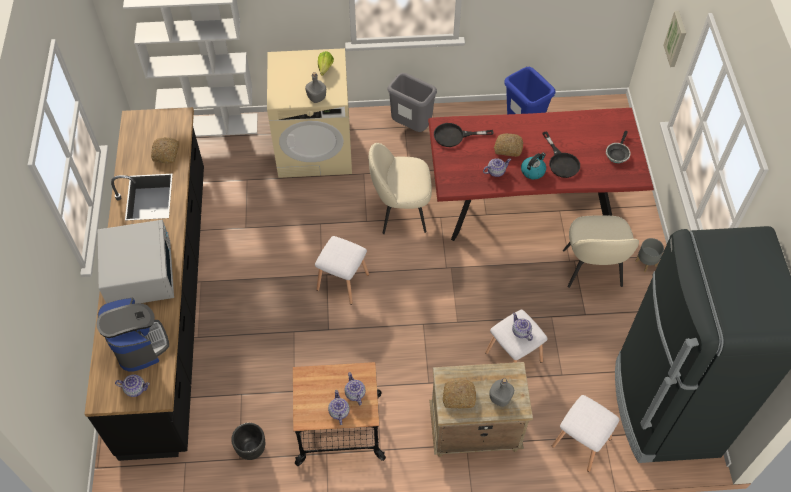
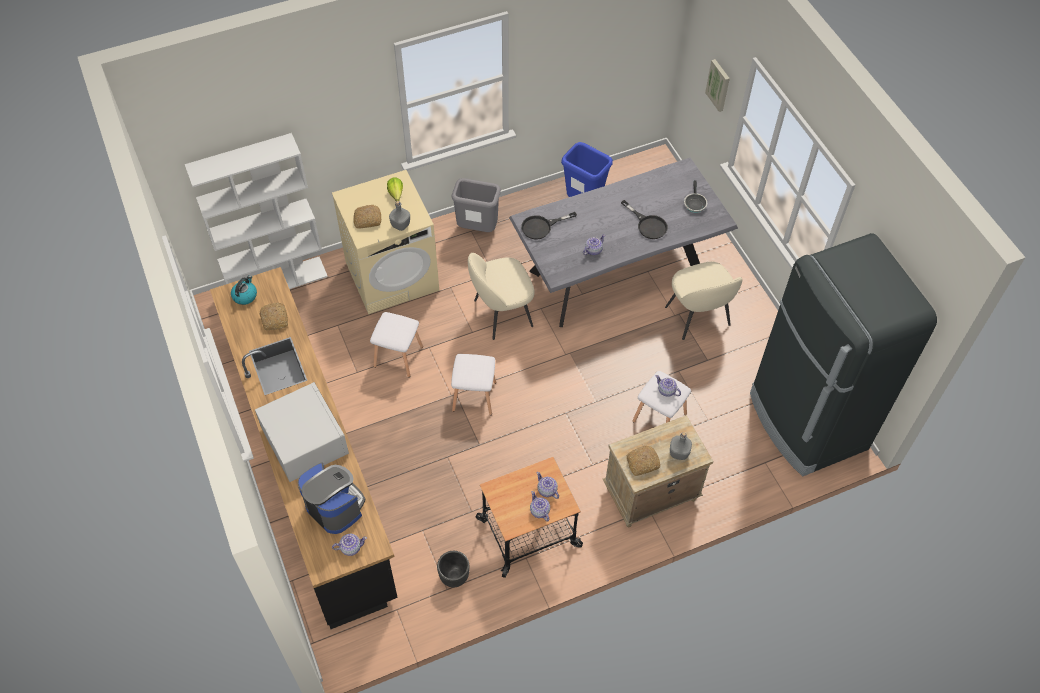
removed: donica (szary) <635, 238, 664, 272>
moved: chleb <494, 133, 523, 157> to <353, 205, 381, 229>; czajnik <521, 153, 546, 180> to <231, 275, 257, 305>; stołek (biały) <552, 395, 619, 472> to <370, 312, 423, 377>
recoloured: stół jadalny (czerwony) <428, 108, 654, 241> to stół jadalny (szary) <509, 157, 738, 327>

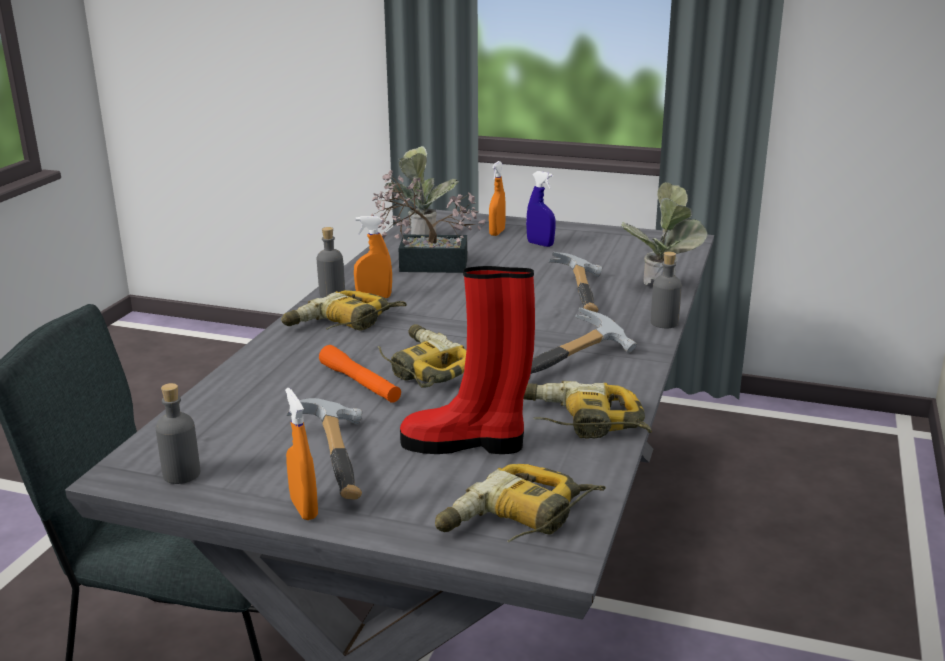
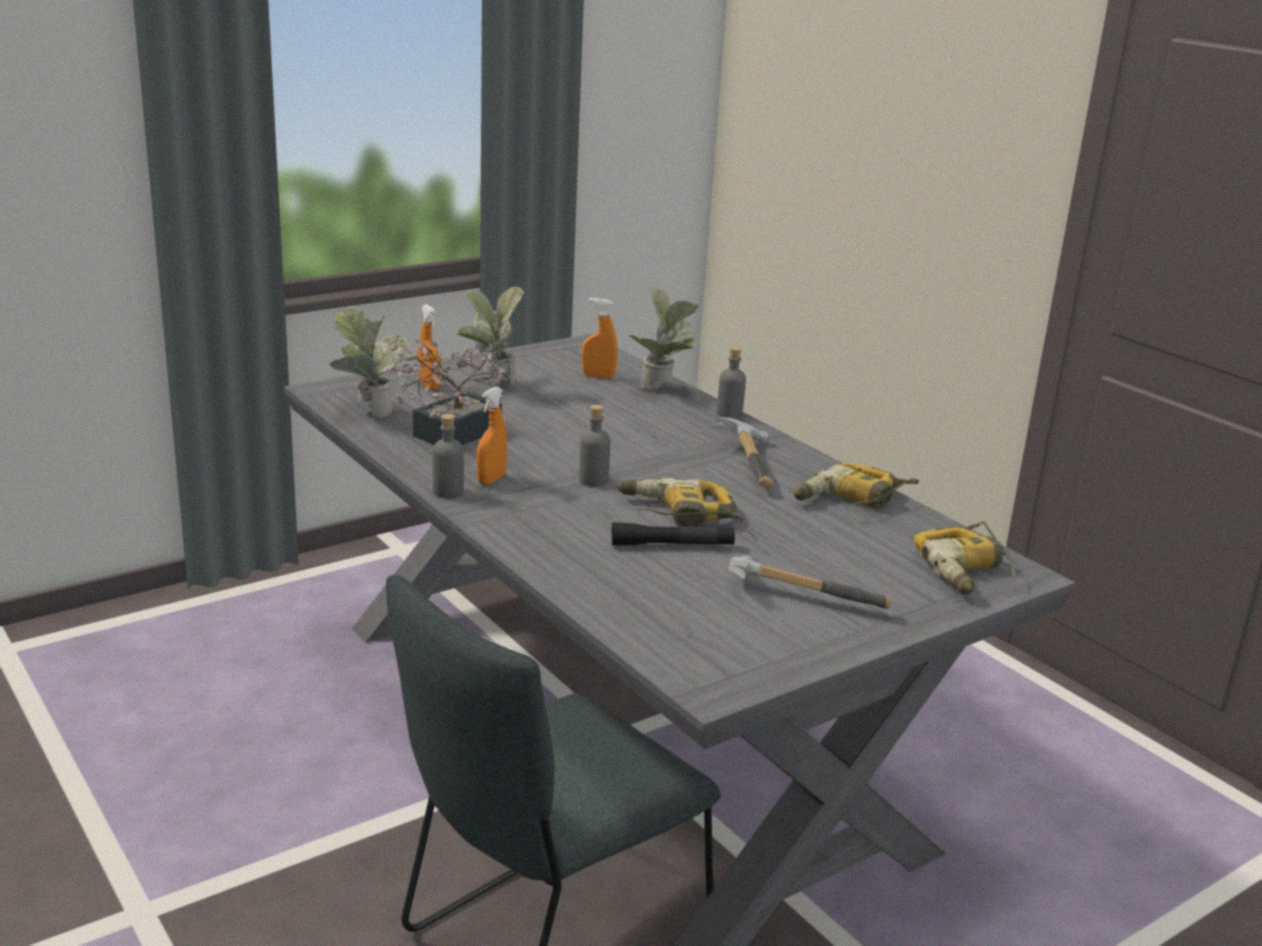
removed: wiertarka <281, 290, 407, 331>; but z cholewką (czerwony) <400, 266, 535, 454>; młotek <549, 252, 602, 312>
moved: butelka (szary) <156, 383, 200, 484> to <579, 405, 610, 487>; spryskiwacz (pomarańczowy) <285, 388, 318, 520> to <582, 298, 617, 379>
replaced: spryskiwacz (niebieski) <526, 171, 555, 247> to roślina doniczkowa <456, 286, 524, 386>
recoloured: latarka (pomarańczowy) <319, 345, 401, 403> to latarka (czarny) <611, 522, 735, 545>

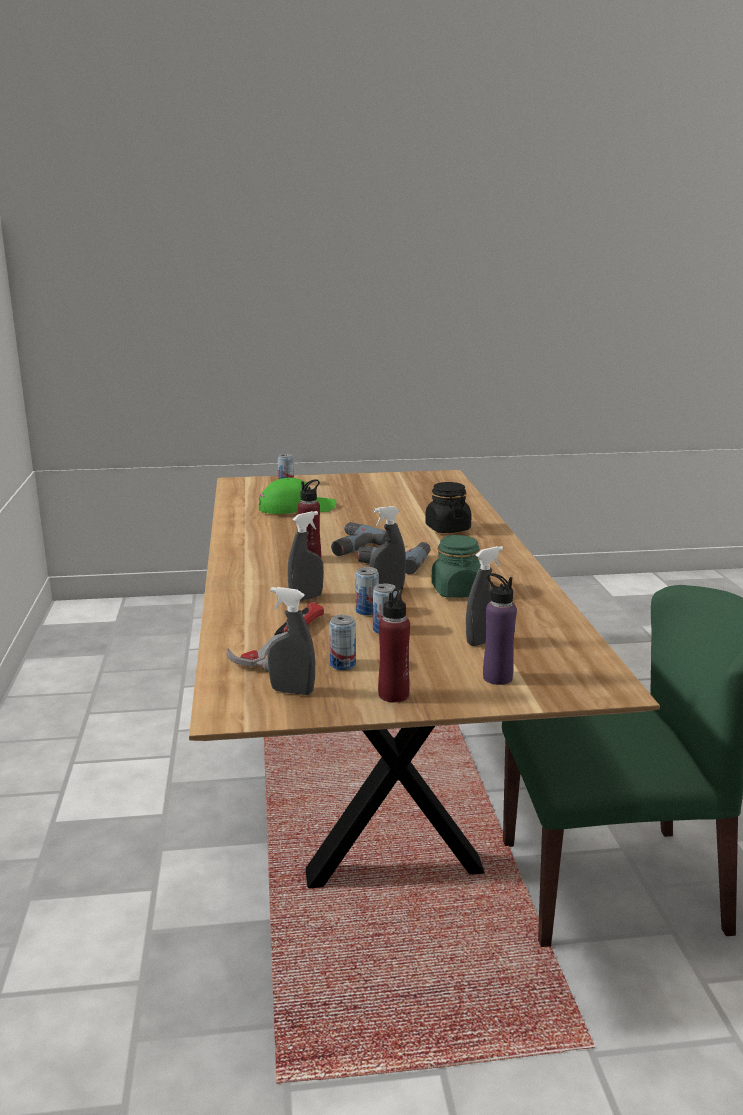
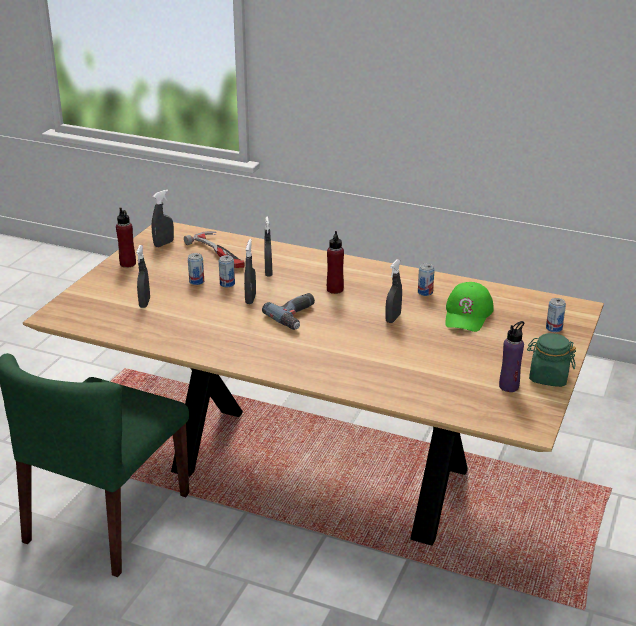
removed: wiertarka <331, 522, 386, 556>; słoik (czarny) <425, 482, 471, 533>
added: spryskiwacz (szary) <385, 259, 402, 323>
moved: puszka <329, 615, 356, 670> to <418, 263, 435, 296>; słoik (zielony) <431, 535, 481, 598> to <527, 333, 576, 387>; butelka (fioletowy) <483, 573, 517, 685> to <499, 321, 524, 392>

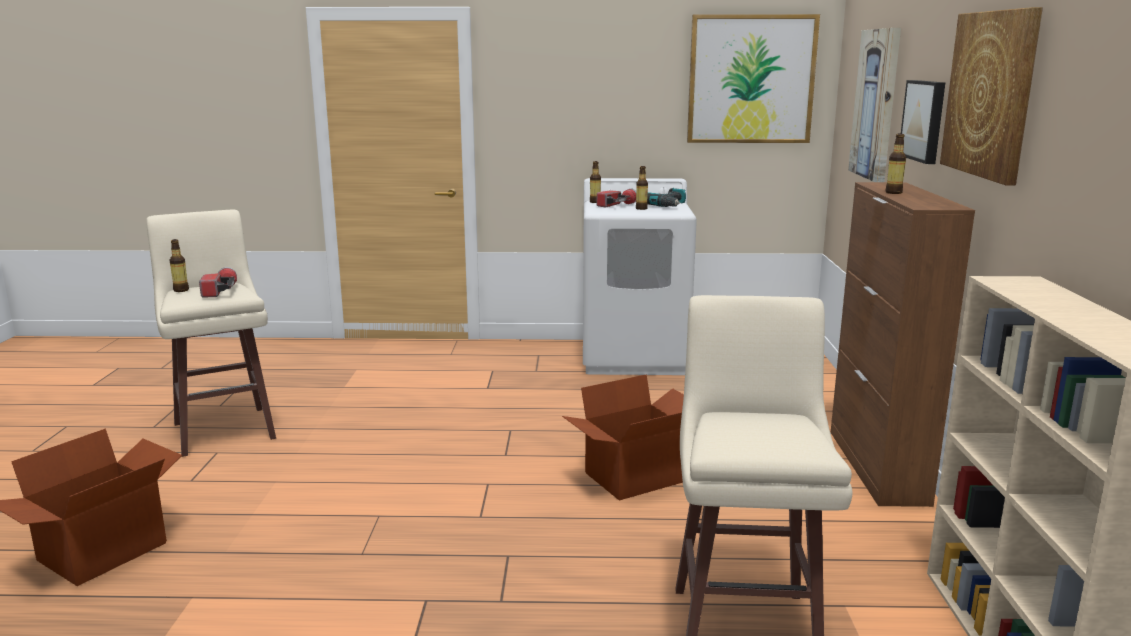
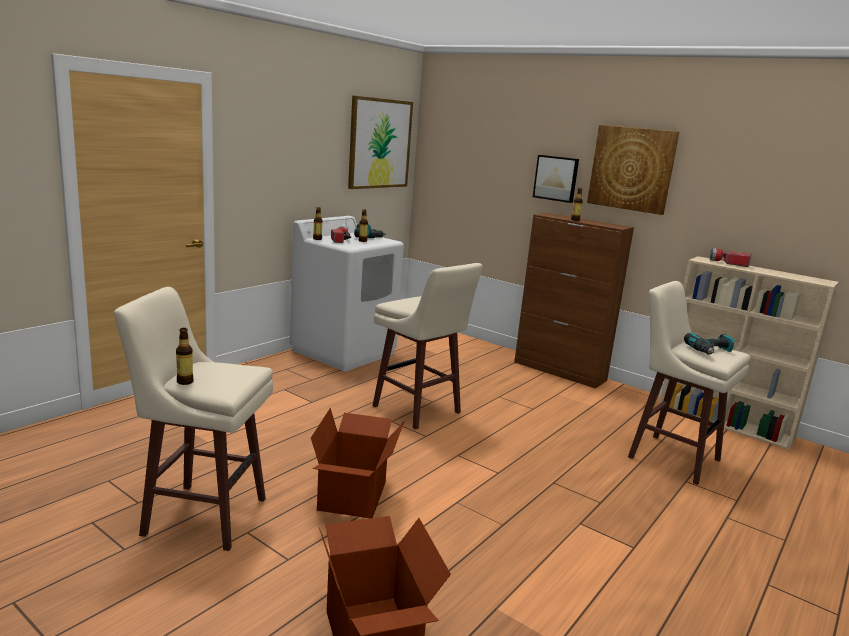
removed: obraz <848, 28, 901, 182>
added: stołek (beżowy) <372, 263, 483, 429>; wiertarka <684, 333, 735, 355>
moved: latarka <199, 267, 237, 298> to <710, 248, 751, 267>; karton <562, 374, 684, 500> to <311, 408, 405, 518>

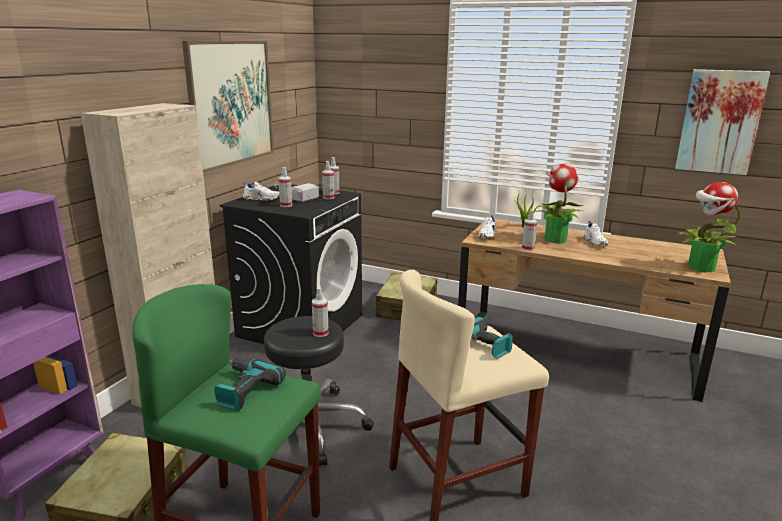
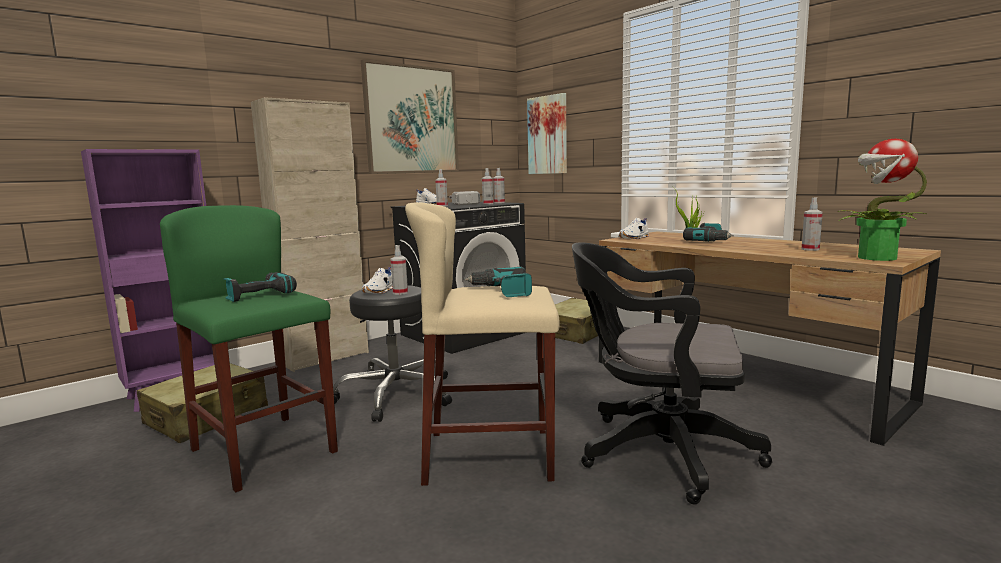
added: krzesło biurowe (czarny) <572, 243, 772, 505>
moved: spryskiwacz <522, 210, 537, 251> to <802, 197, 823, 251>; but (biały) <583, 221, 608, 246> to <362, 267, 392, 293>; obraz <675, 69, 770, 175> to <527, 93, 567, 174>
replaced: roślina doniczkowa <536, 164, 583, 243> to wiertarka <683, 223, 734, 242>

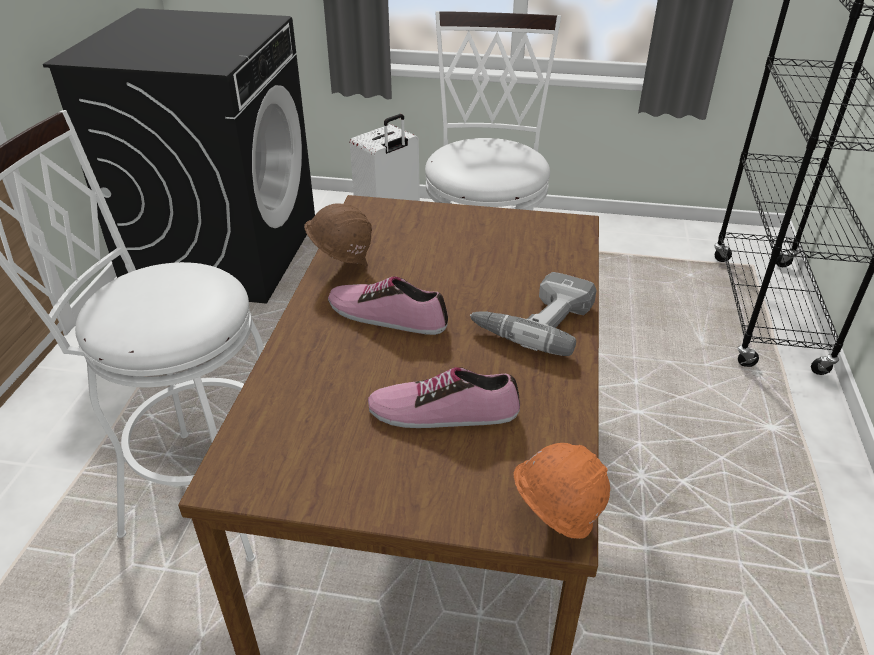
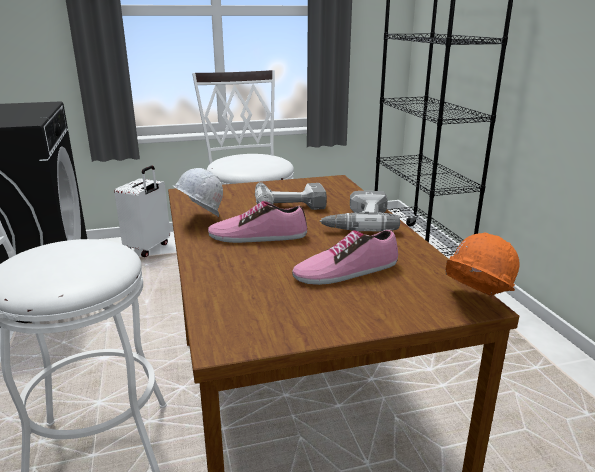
added: wiertarka <255, 182, 327, 210>
recoloured: kask (brązowy) <304, 203, 372, 266> to kask (biały) <173, 168, 223, 217>

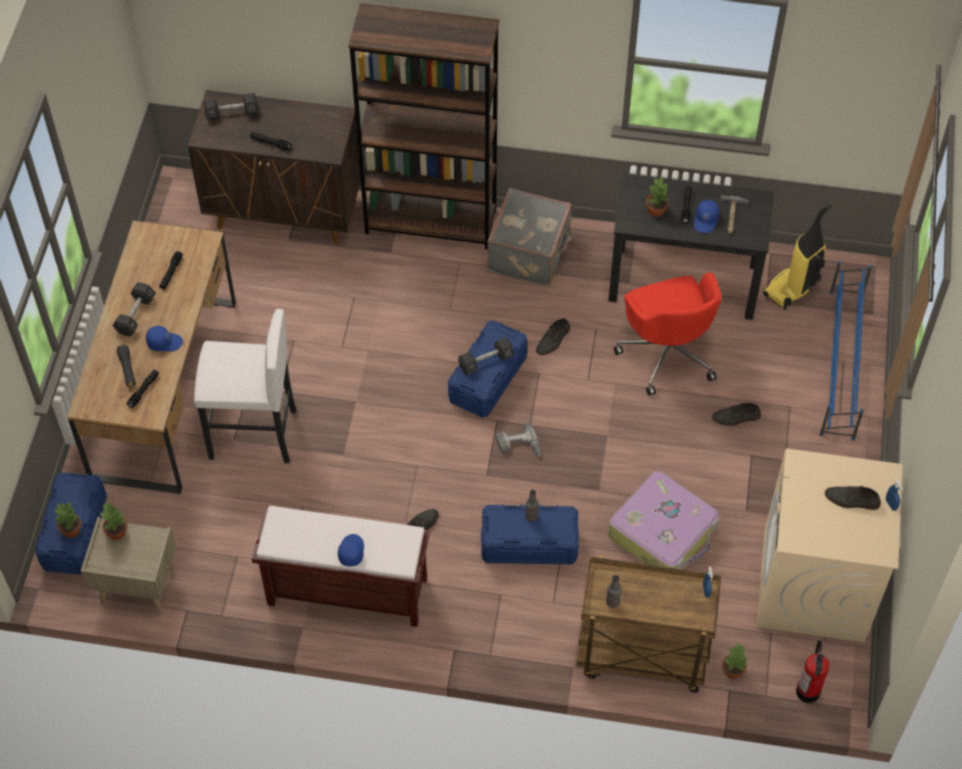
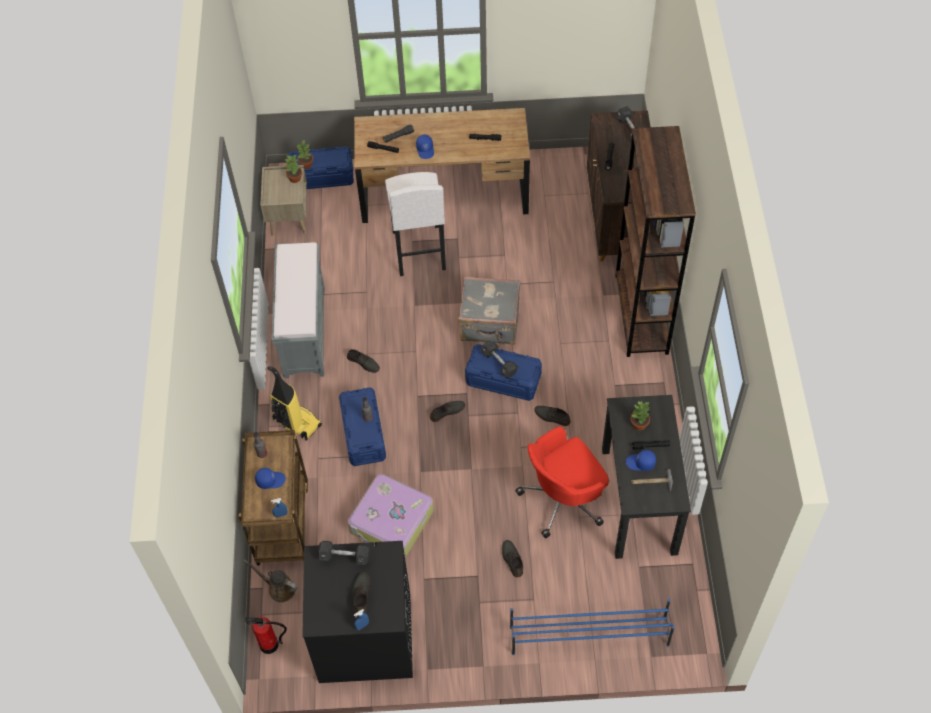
moved: hantel (czarny) <112, 282, 156, 337> to <318, 541, 370, 565>; czapka z daszkiem (niebieski) <338, 534, 364, 567> to <255, 468, 286, 489>; walizka (szary) <487, 188, 572, 286> to <458, 277, 520, 345>; odkurzacz <763, 204, 832, 310> to <267, 366, 322, 441>
replaced: wiertarka <495, 422, 541, 456> to but (szary) <430, 401, 465, 422>; roślina doniczkowa <722, 642, 748, 679> to konewka (brązowy) <244, 559, 298, 603>
recoloured: ławka (brązowy) <252, 506, 430, 627> to ławka (szary) <271, 242, 325, 378>; pralka (beżowy) <756, 449, 903, 643> to pralka (czarny) <302, 541, 413, 683>

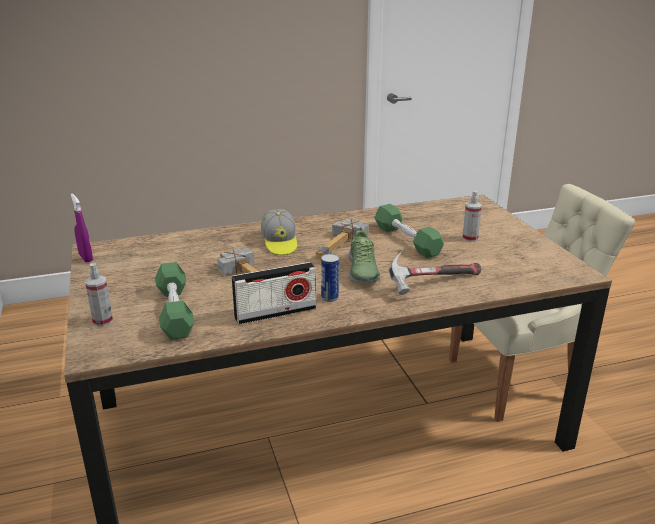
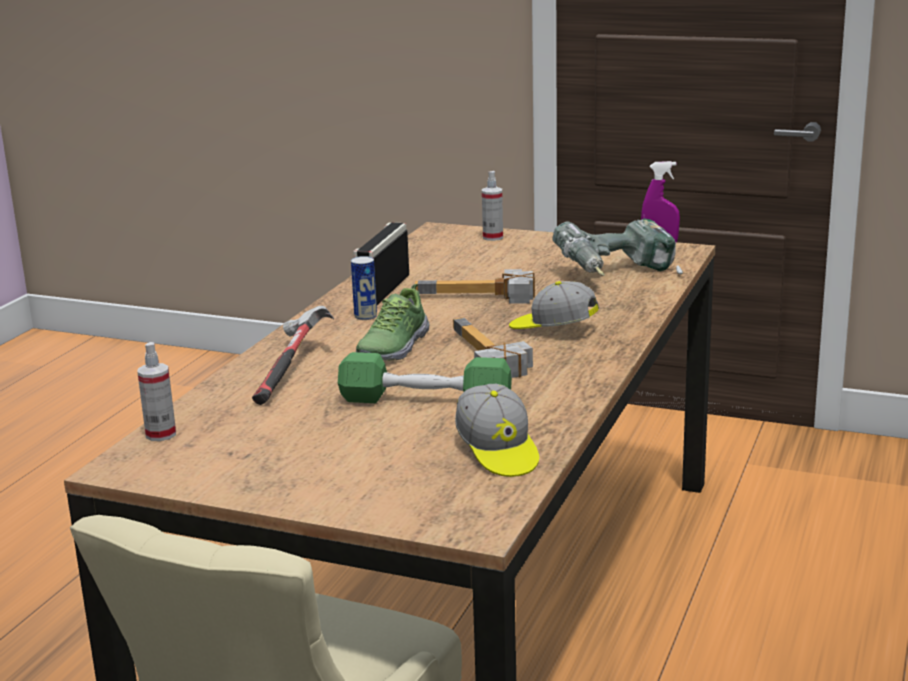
removed: hantel (zielony) <155, 262, 195, 340>
added: czapka z daszkiem <455, 384, 539, 477>; wiertarka <552, 218, 683, 276>
moved: spryskiwacz <462, 191, 482, 242> to <137, 342, 176, 441>
turned: but <349, 227, 380, 283> = <356, 284, 429, 361> 105 degrees counterclockwise

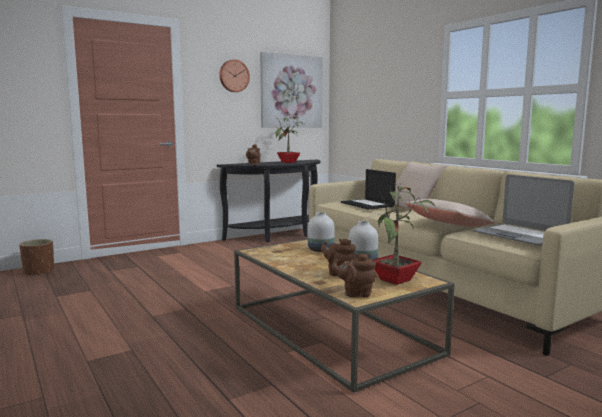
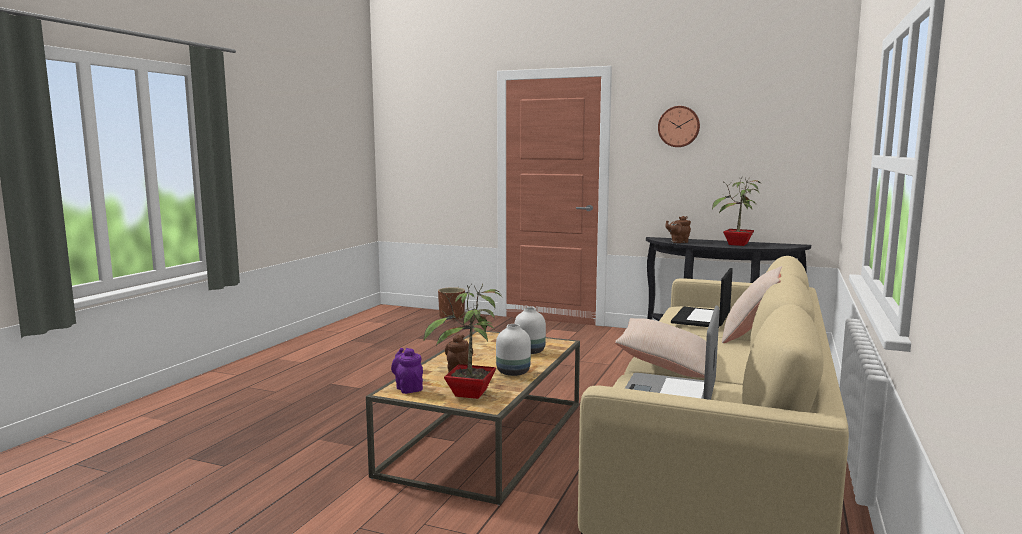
removed: obraz <260, 52, 323, 128>
recoloured: imbryk (brązowy) <331, 253, 377, 297> to imbryk (fioletowy) <391, 348, 423, 394>

